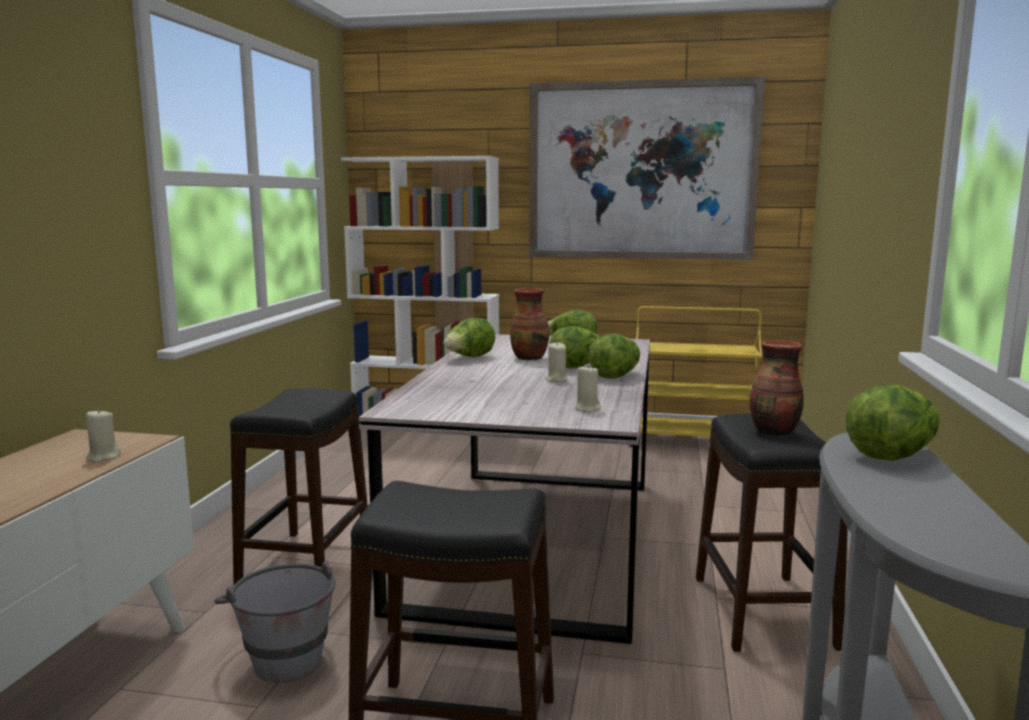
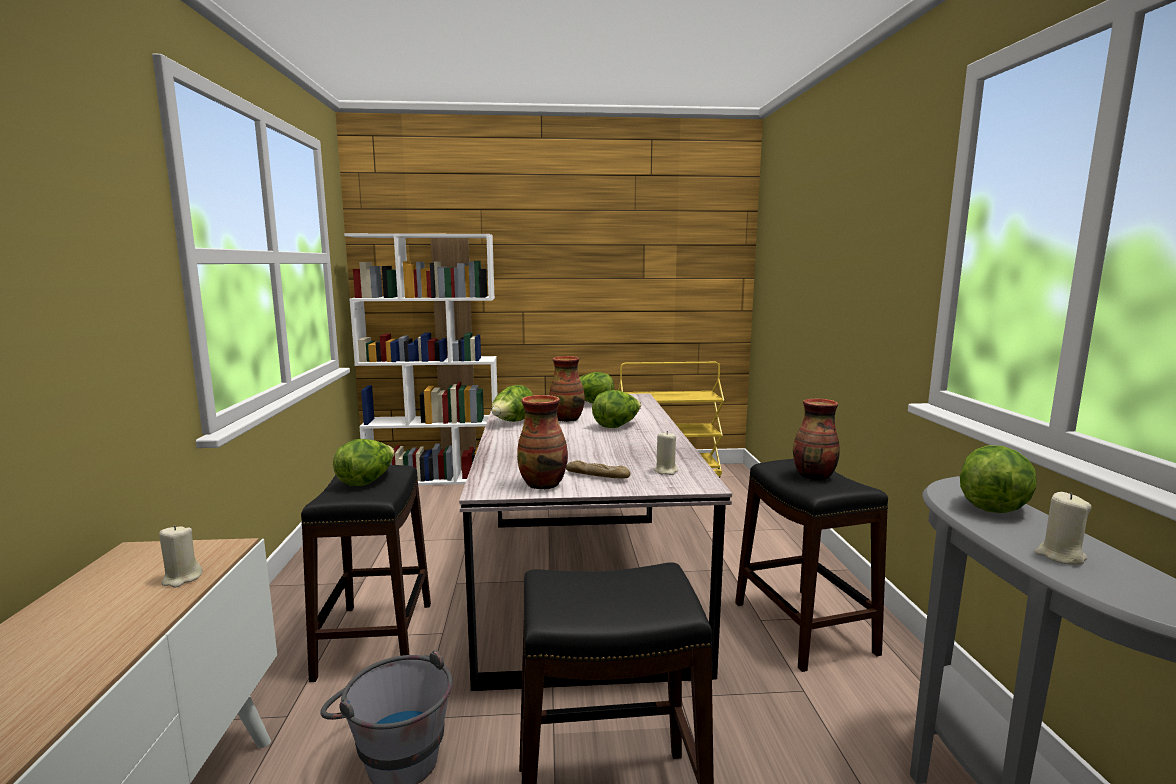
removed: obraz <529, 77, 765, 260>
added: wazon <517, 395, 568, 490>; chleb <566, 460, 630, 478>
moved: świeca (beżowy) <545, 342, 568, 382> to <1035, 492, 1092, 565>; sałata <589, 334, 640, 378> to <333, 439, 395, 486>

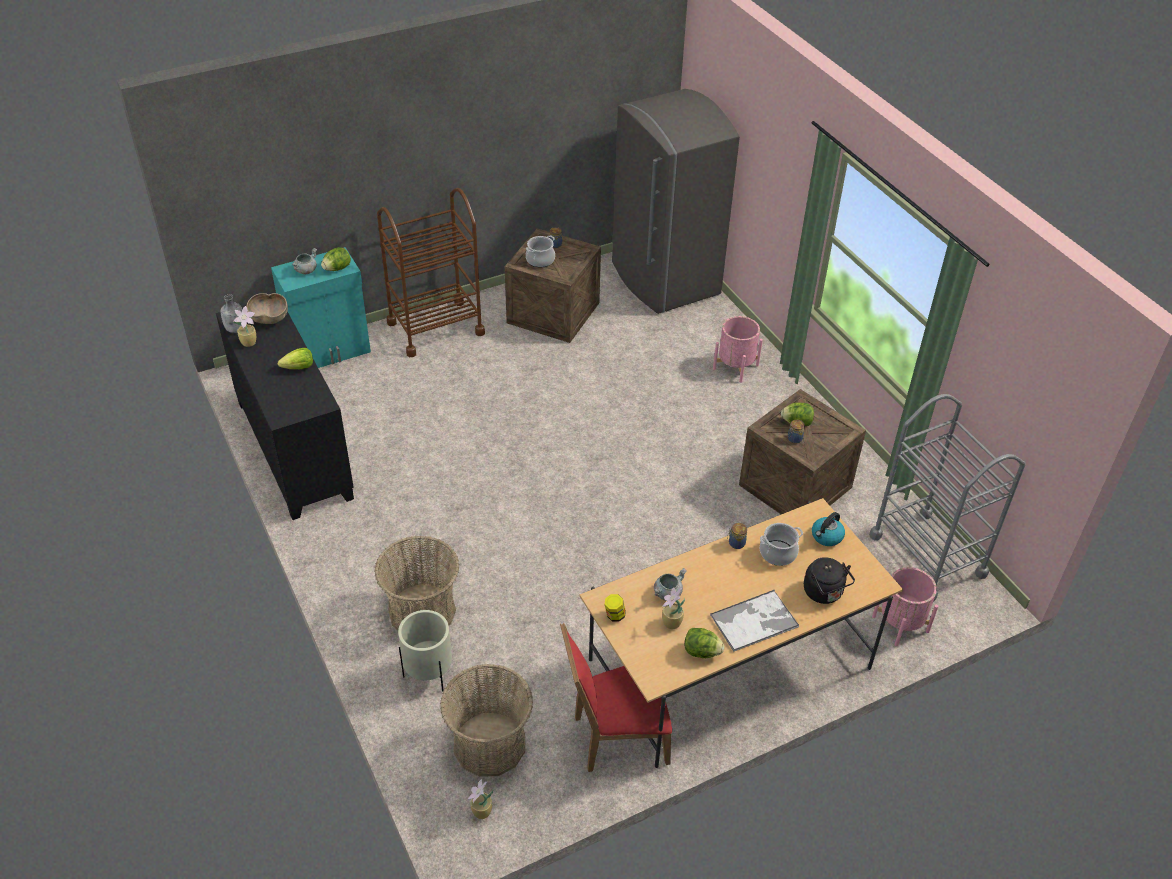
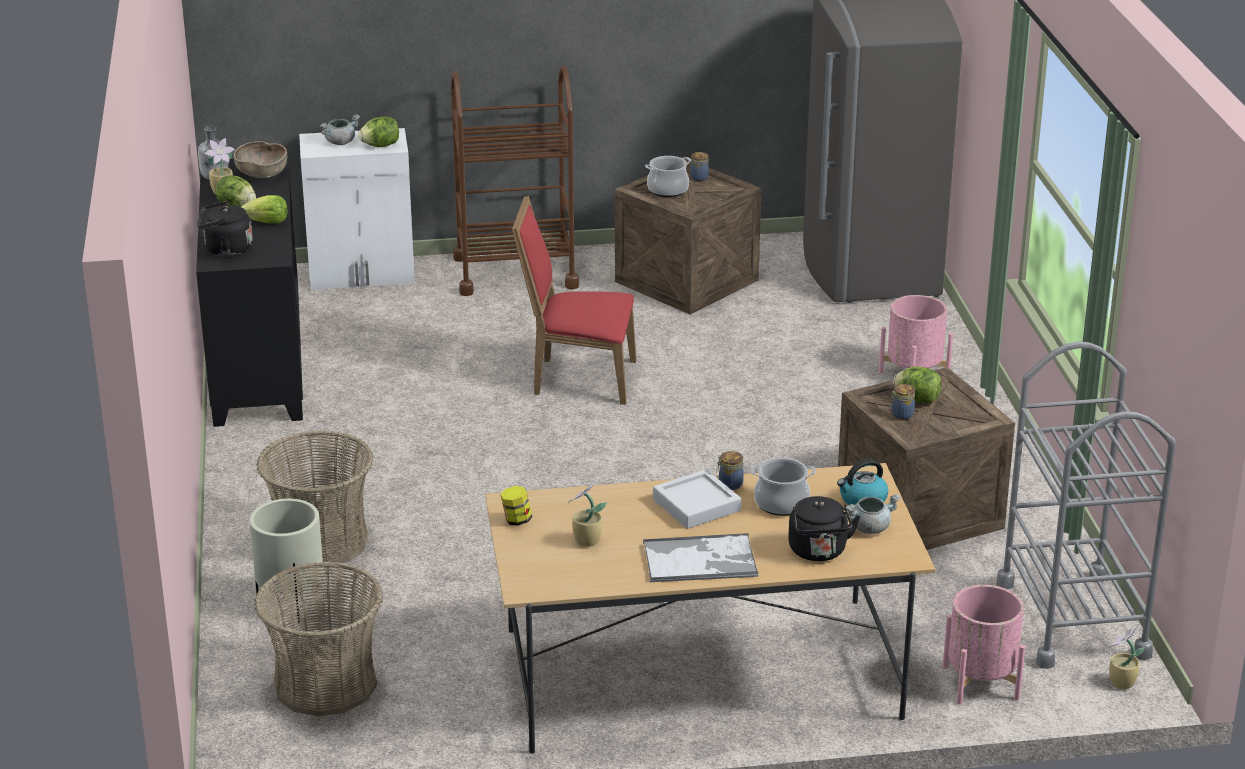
added: czajnik (czarny) <197, 201, 253, 257>; taca (szary) <653, 469, 741, 529>
moved: roślina doniczkowa <468, 779, 493, 819> to <1109, 626, 1145, 689>; krzesło (czerwony) <560, 623, 672, 772> to <512, 196, 636, 405>; garnek (szary) <654, 568, 687, 601> to <846, 494, 901, 534>; sałata <685, 628, 725, 658> to <215, 175, 256, 207>
recoloured: szafka (turkusowy) <271, 247, 371, 368> to szafka (biały) <299, 128, 415, 290>

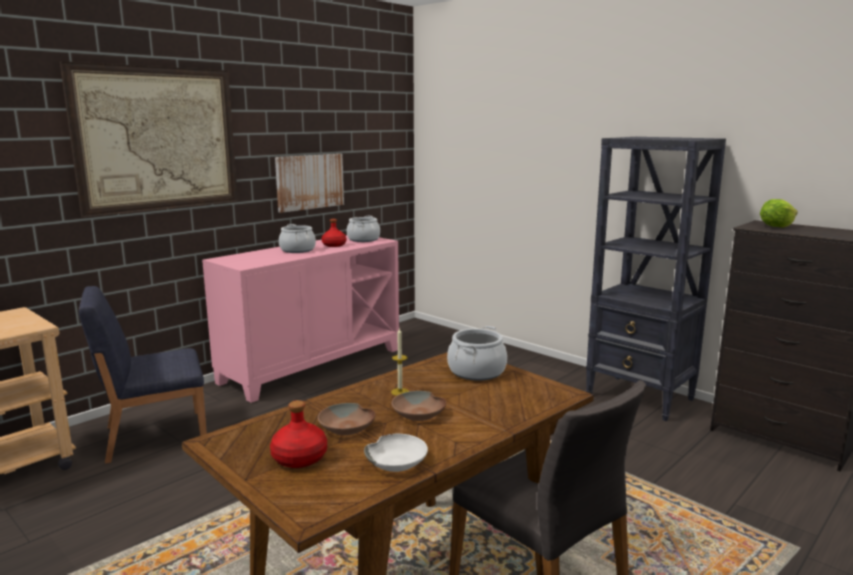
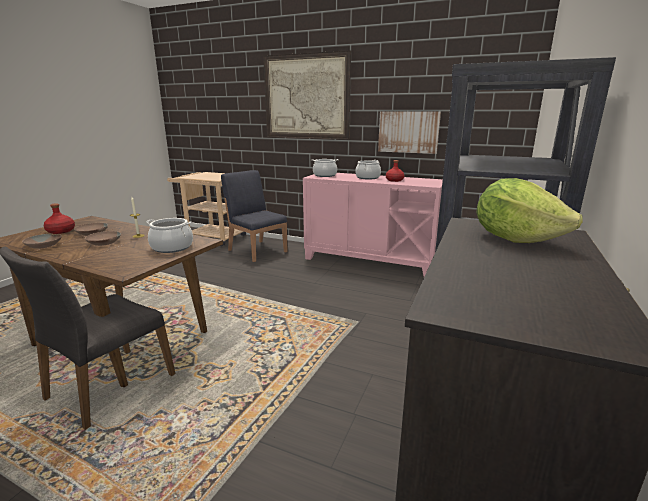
moved: garnek <347, 216, 380, 242> to <312, 159, 339, 177>
recoloured: miska (biały) <364, 434, 428, 472> to miska (brązowy) <22, 234, 62, 249>

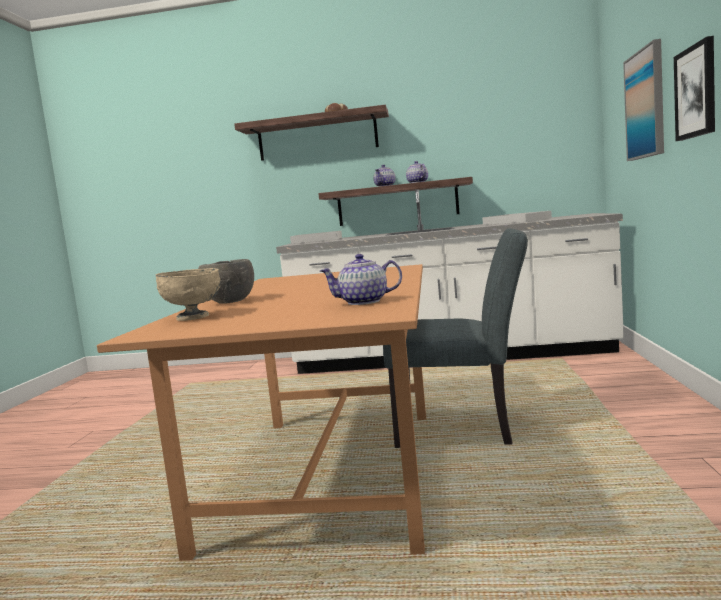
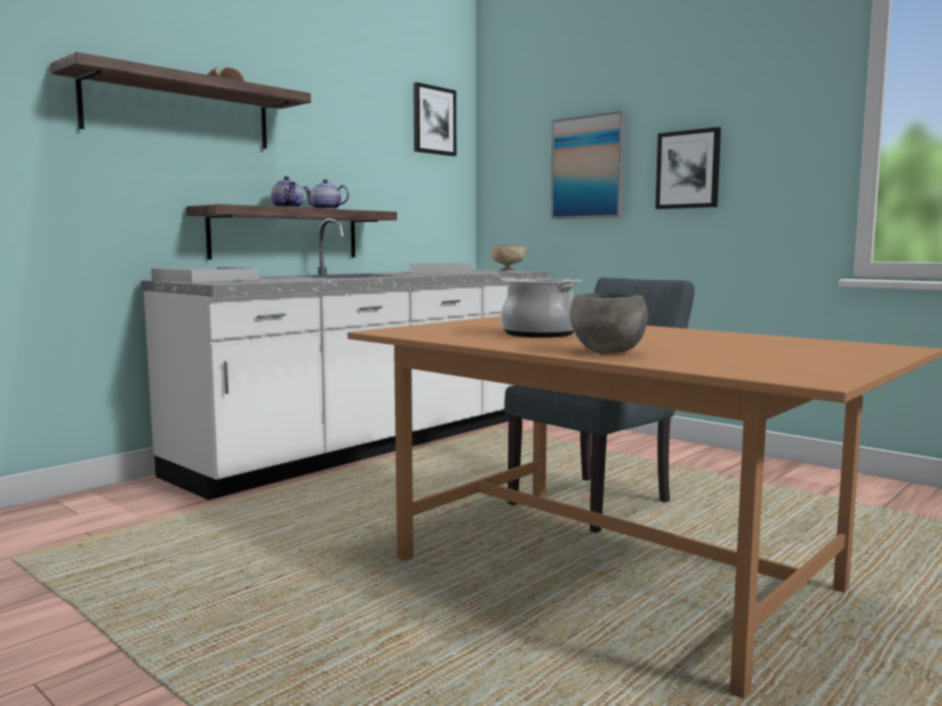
removed: imbryk <320, 254, 402, 305>
added: obraz <413, 82, 456, 156>; garnek <500, 277, 581, 338>
moved: miska (beżowy) <155, 268, 221, 321> to <490, 245, 527, 272>

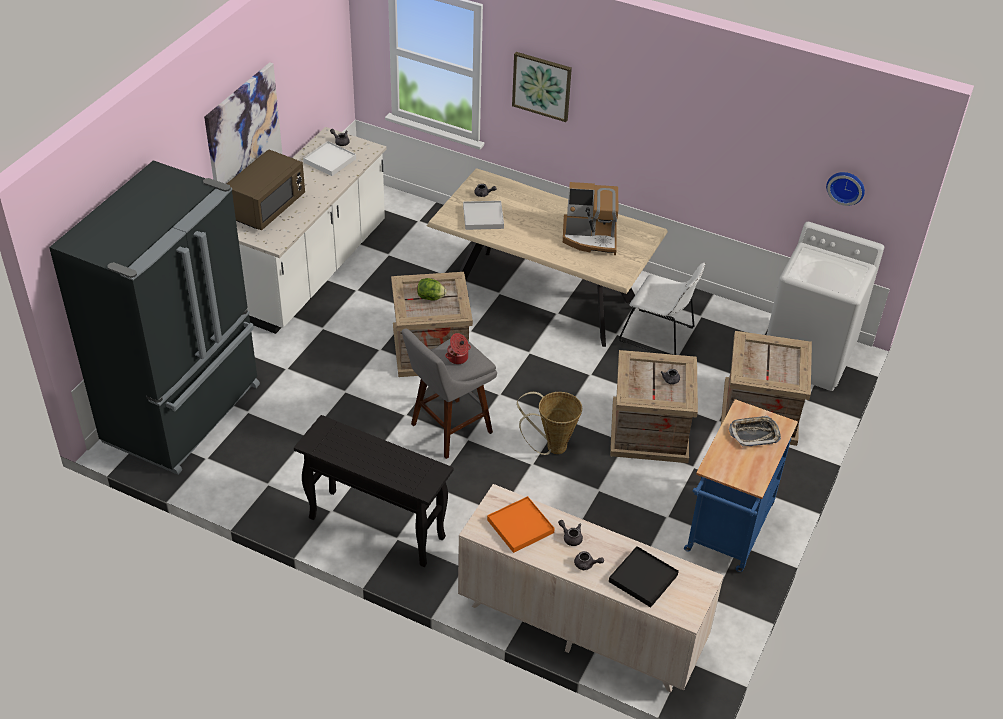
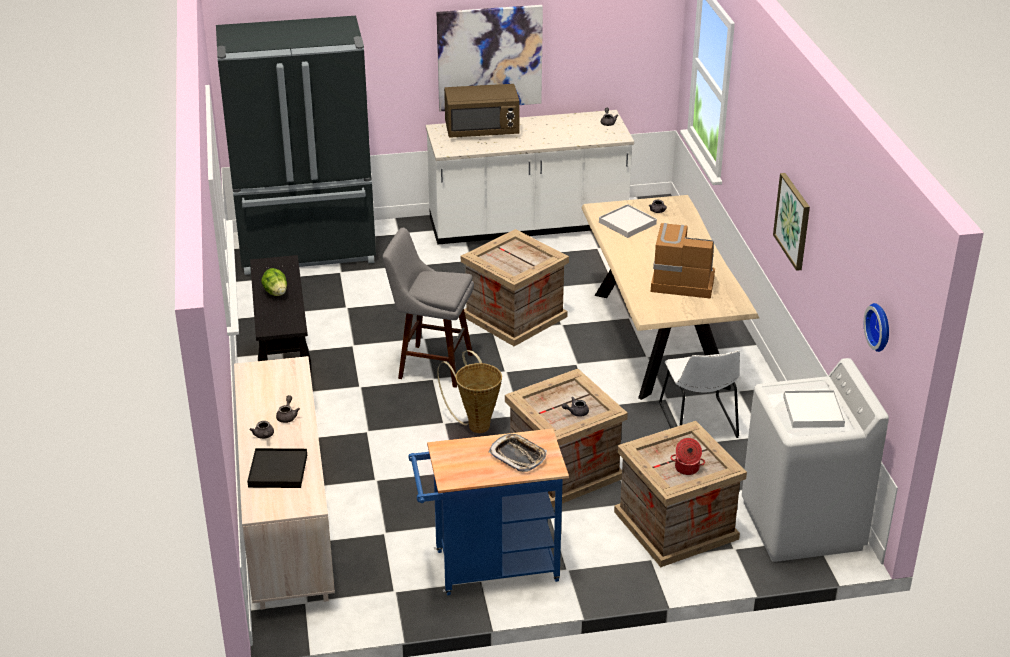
removed: taca (pomarańczowy) <487, 496, 555, 553>
moved: taca (biały) <303, 141, 356, 176> to <783, 390, 845, 428>; sałata <417, 278, 446, 301> to <261, 268, 287, 296>; garnek <445, 333, 471, 364> to <671, 438, 705, 475>; obraz <512, 52, 572, 122> to <773, 173, 810, 271>
turned: ekspres do kawy <563, 182, 618, 255> = <651, 223, 715, 299> 135 degrees clockwise

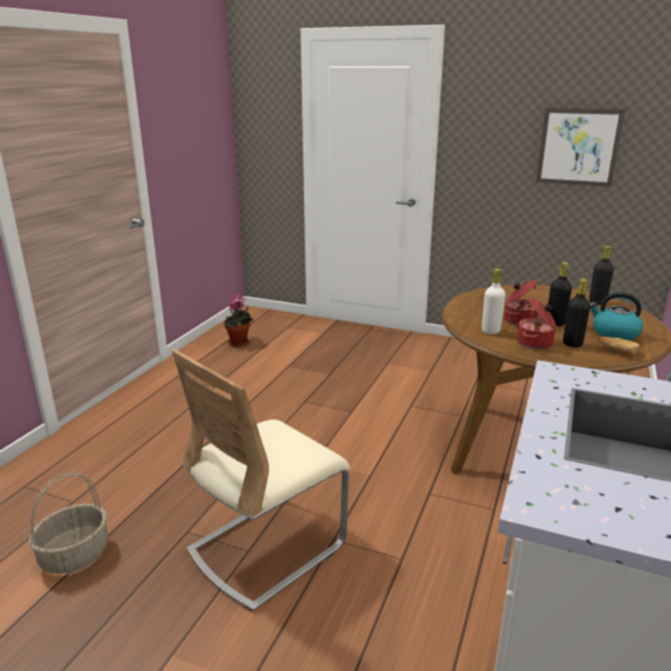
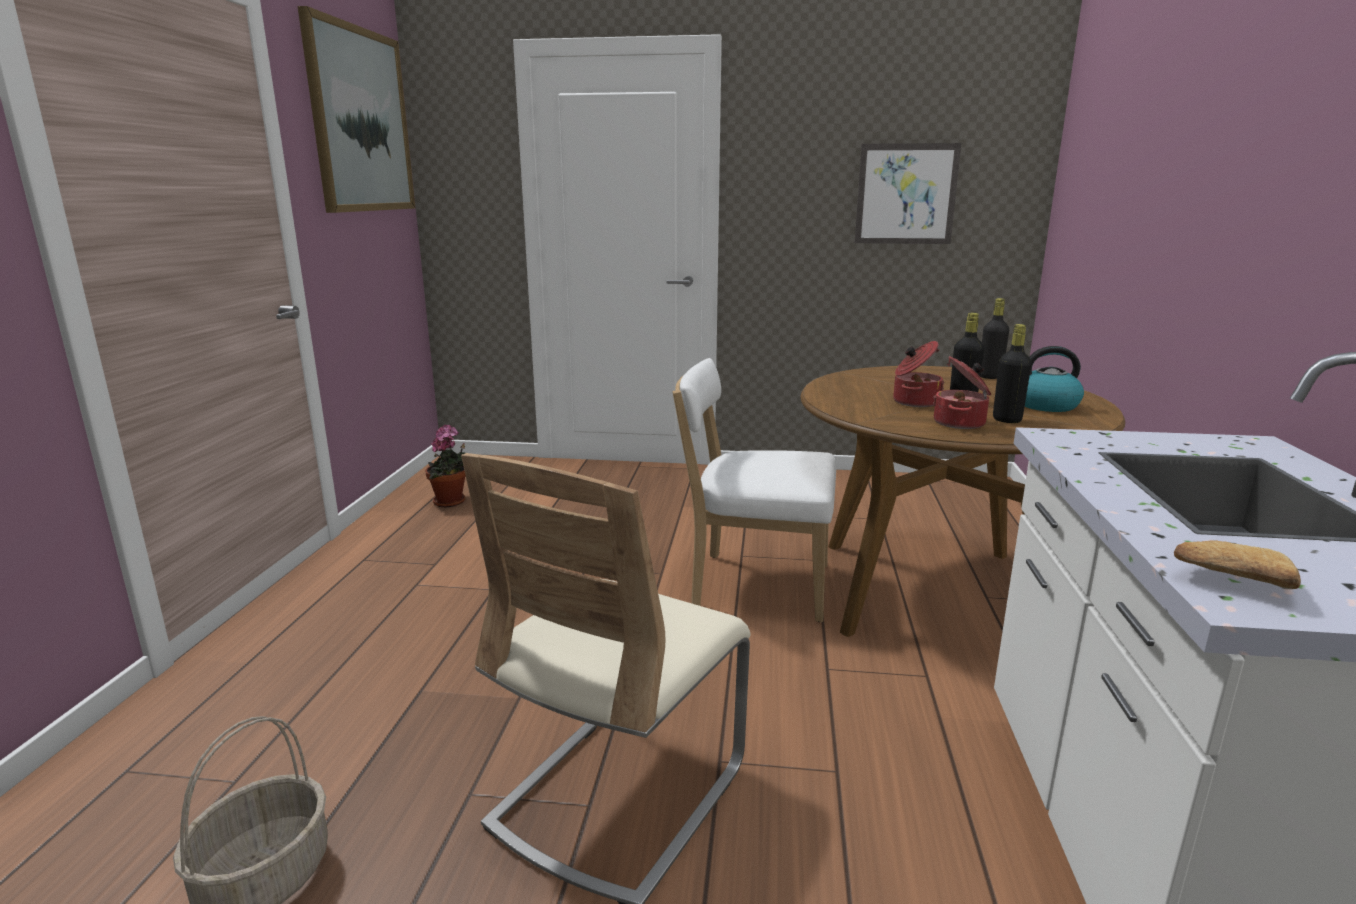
removed: butelka (biały) <482, 269, 506, 334>
added: obraz <298, 6, 415, 213>; krzesło (biały) <672, 358, 836, 622>
moved: chleb <598, 337, 640, 355> to <1174, 540, 1301, 589>

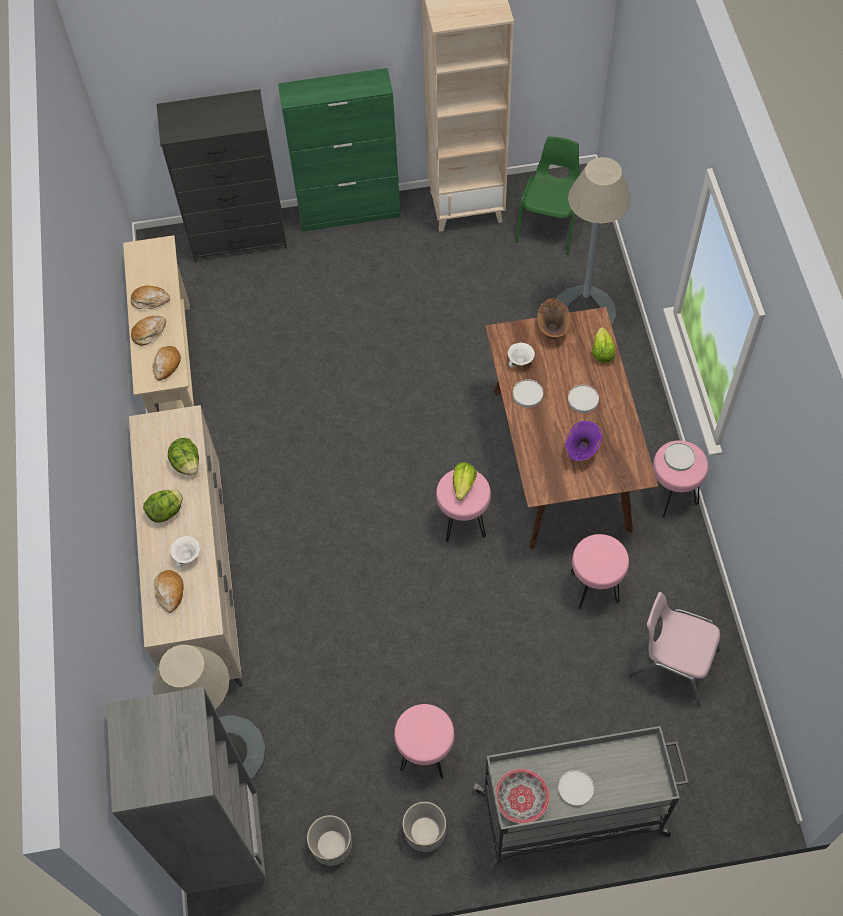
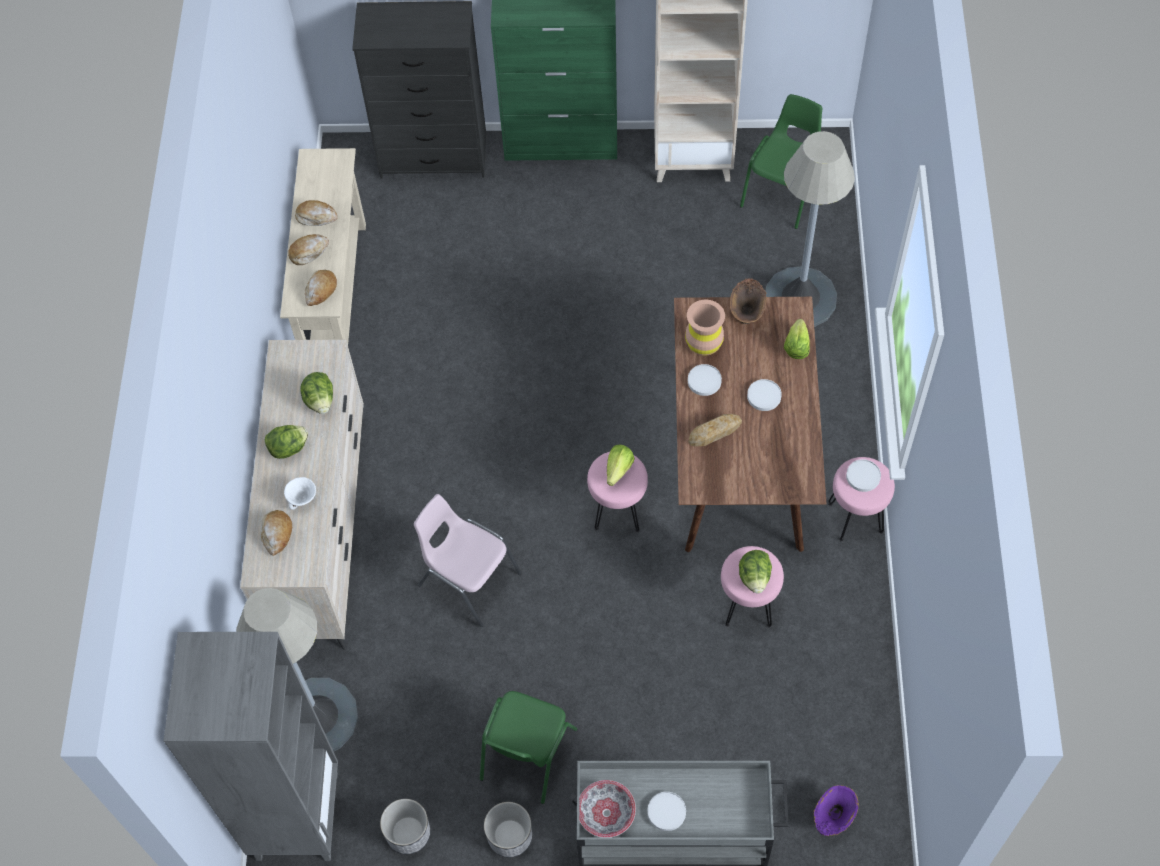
added: chleb <689, 414, 742, 447>; sałata <739, 550, 772, 593>
moved: wazon (fioletowy) <564, 421, 602, 462> to <813, 785, 859, 836>; krzesło (różowy) <628, 592, 720, 707> to <414, 494, 522, 627>
replaced: stołek (różowy) <394, 704, 454, 780> to krzesło (zielony) <480, 691, 577, 804>; miska (biały) <508, 343, 535, 368> to wazon (brązowy) <685, 300, 725, 356>

